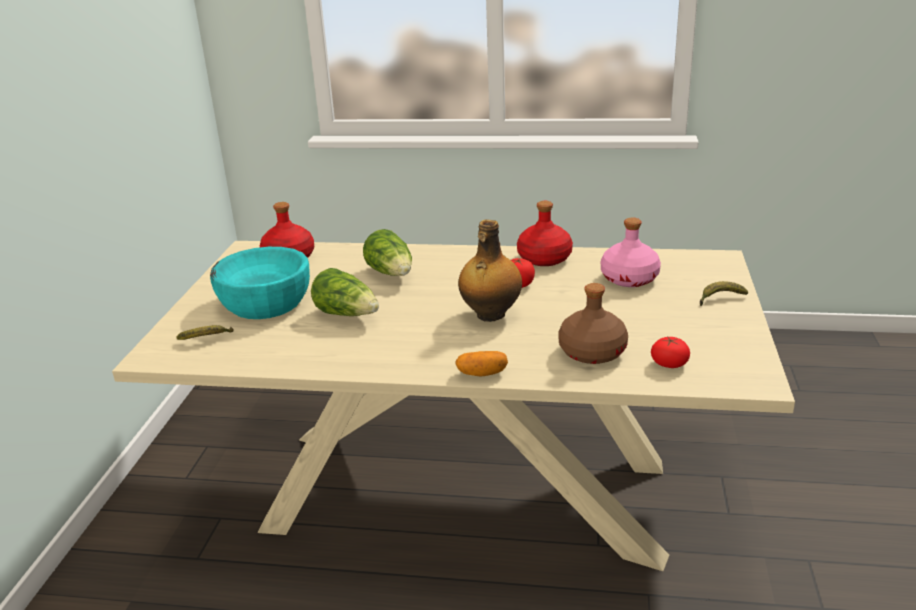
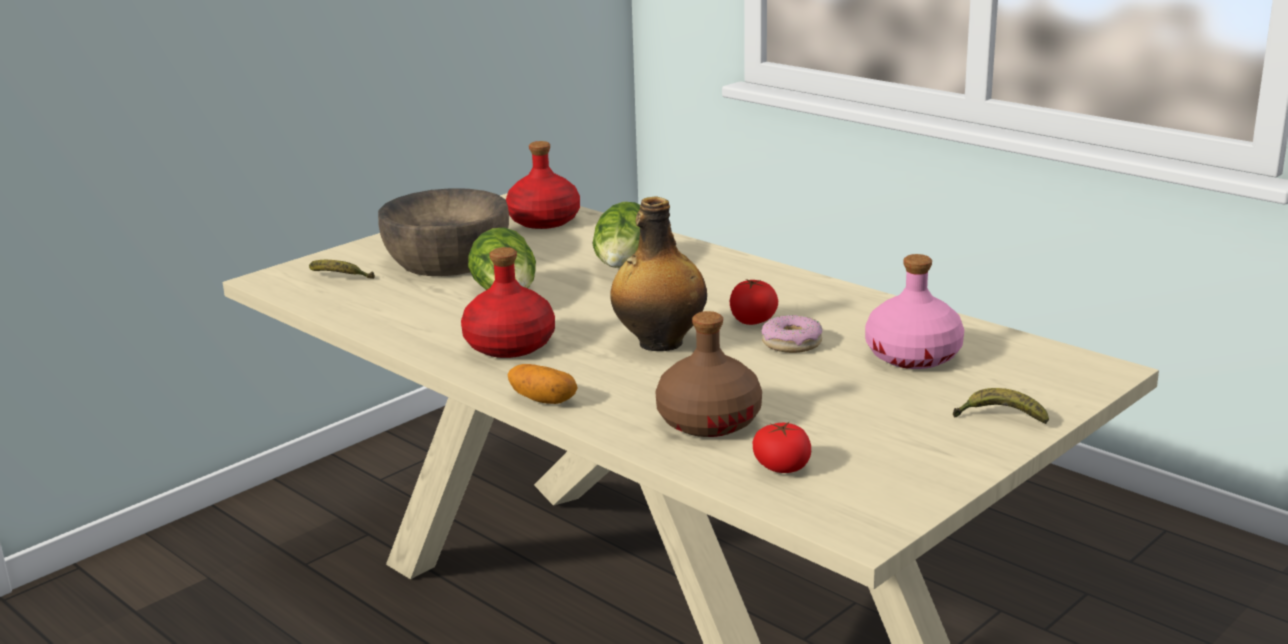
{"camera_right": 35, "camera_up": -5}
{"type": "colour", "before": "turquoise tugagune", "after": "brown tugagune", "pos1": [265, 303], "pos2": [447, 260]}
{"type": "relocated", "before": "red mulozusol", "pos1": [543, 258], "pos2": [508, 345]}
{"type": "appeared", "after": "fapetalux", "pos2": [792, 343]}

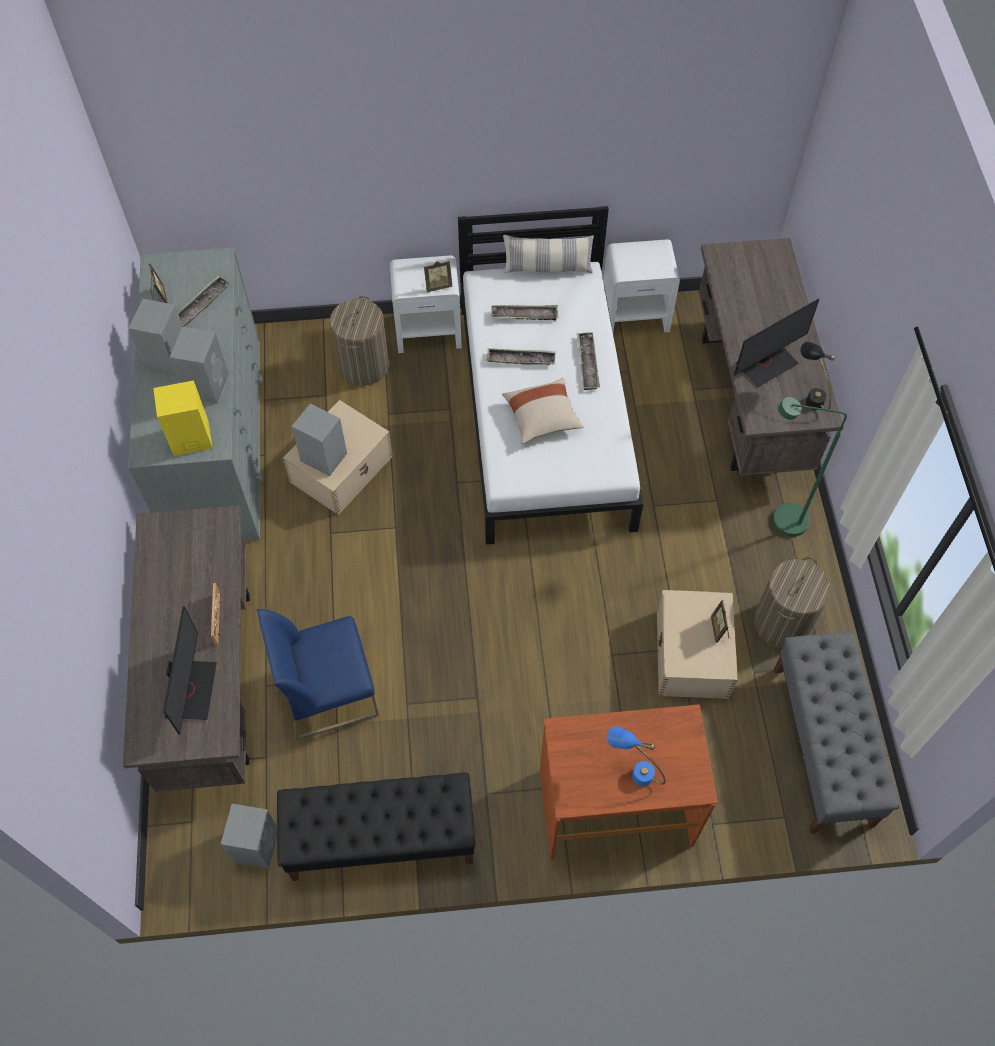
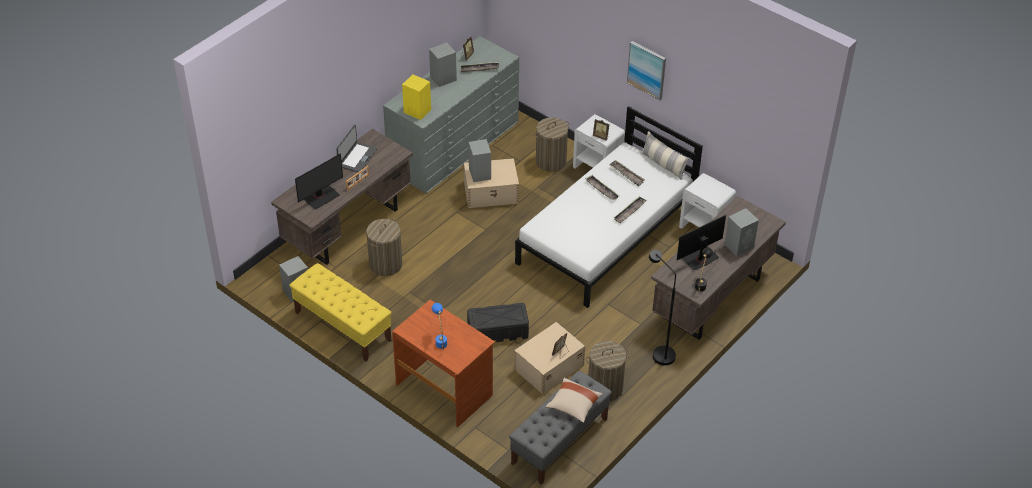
{"camera_right": 45, "camera_up": -15}
{"type": "colour", "before": "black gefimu", "after": "yellow gefimu", "pos1": [381, 839], "pos2": [342, 326]}
{"type": "appeared", "after": "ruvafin", "pos2": [357, 157]}
{"type": "exchanged", "before": "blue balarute", "after": "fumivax", "pos1": [328, 691], "pos2": [385, 264]}
{"type": "appeared", "after": "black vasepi", "pos2": [497, 331]}
{"type": "relocated", "before": "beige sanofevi", "pos1": [542, 418], "pos2": [573, 405]}
{"type": "appeared", "after": "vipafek", "pos2": [647, 70]}
{"type": "colour", "before": "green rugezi", "after": "black rugezi", "pos1": [779, 521], "pos2": [659, 352]}
{"type": "spun", "before": "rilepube", "pos1": [765, 363], "pos2": [699, 258], "turn": 135}
{"type": "relocated", "before": "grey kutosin", "pos1": [207, 384], "pos2": [739, 245]}

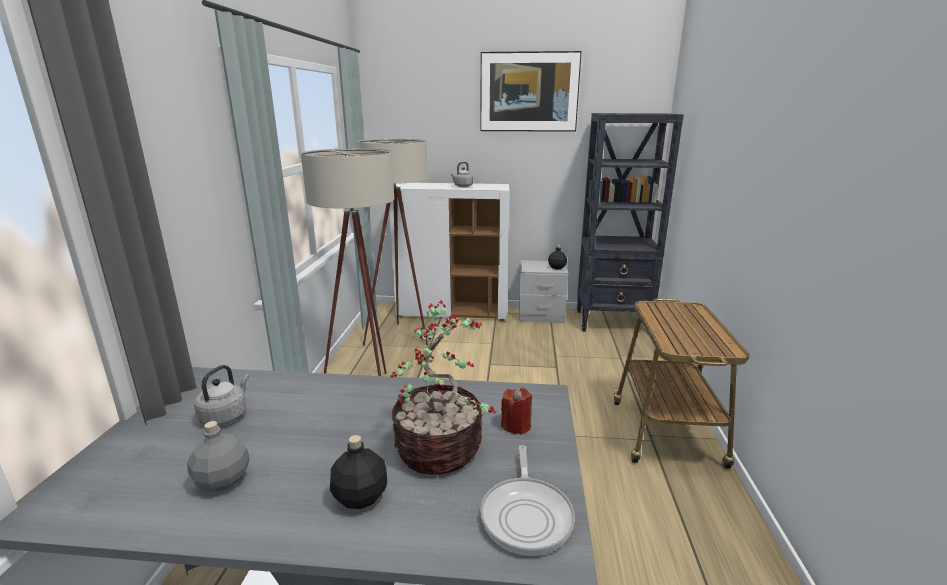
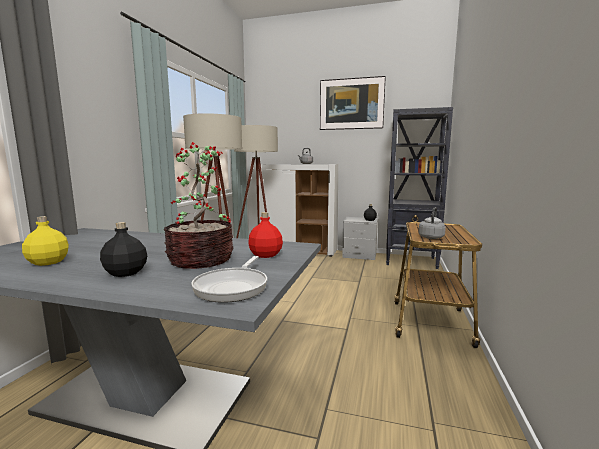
{"camera_right": 10, "camera_up": -10}
{"type": "colour", "before": "grey mulozusol", "after": "yellow mulozusol", "pos1": [222, 481], "pos2": [48, 262]}
{"type": "exchanged", "before": "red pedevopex", "after": "red mulozusol", "pos1": [516, 425], "pos2": [266, 255]}
{"type": "relocated", "before": "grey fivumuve", "pos1": [225, 415], "pos2": [431, 237]}

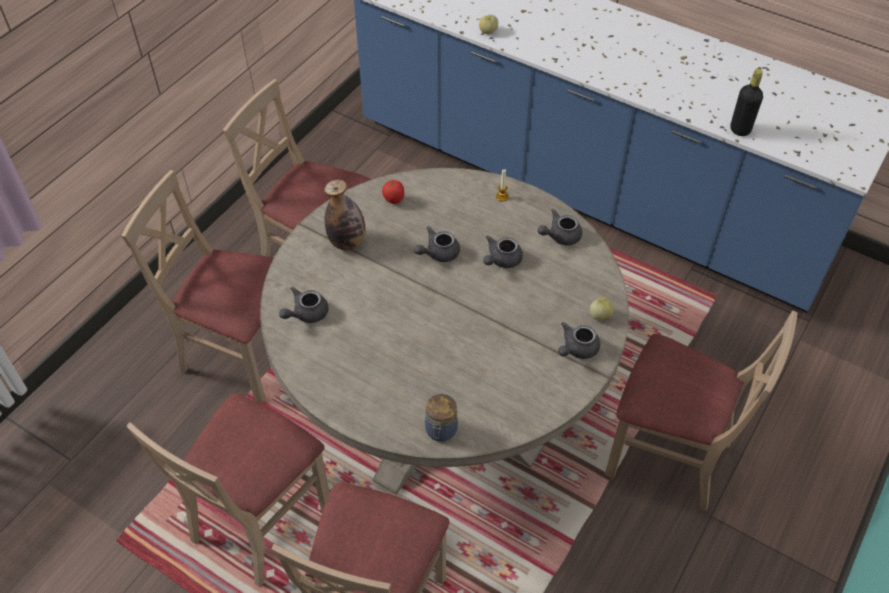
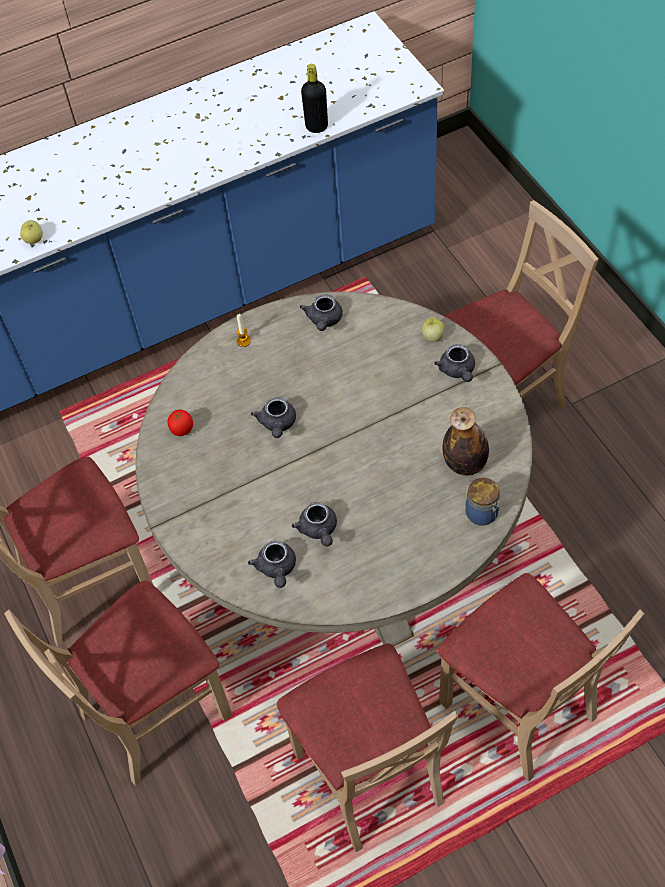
{"camera_right": -55, "camera_up": 5}
{"type": "relocated", "before": "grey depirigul", "pos1": [501, 260], "pos2": [319, 530]}
{"type": "relocated", "before": "mulozusol", "pos1": [347, 242], "pos2": [465, 463]}

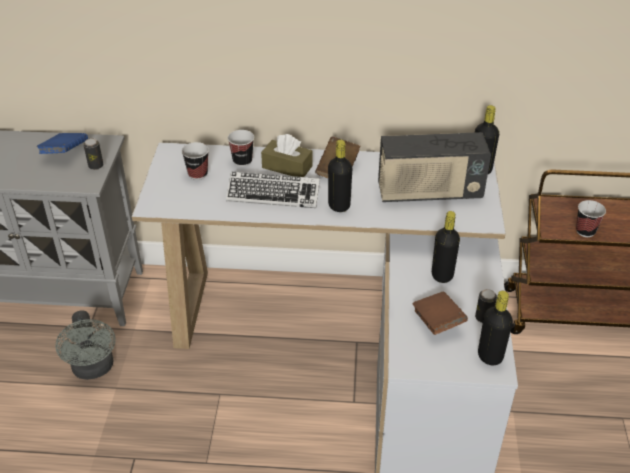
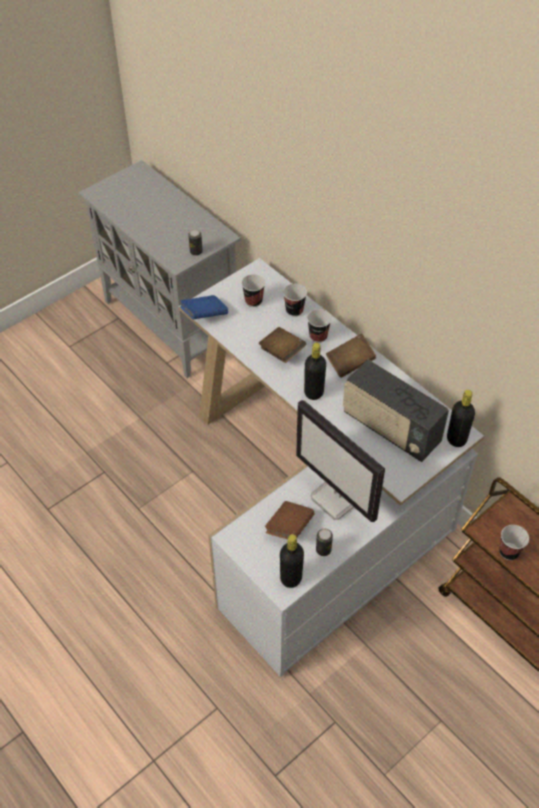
{"camera_right": 45, "camera_up": 10}
{"type": "relocated", "before": "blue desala", "pos1": [65, 153], "pos2": [204, 315]}
{"type": "exchanged", "before": "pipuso", "after": "brown desala", "pos1": [273, 194], "pos2": [282, 352]}
{"type": "exchanged", "before": "black mulozusol", "after": "rilepube", "pos1": [442, 275], "pos2": [337, 498]}
{"type": "exchanged", "before": "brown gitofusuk", "after": "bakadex", "pos1": [287, 167], "pos2": [318, 336]}
{"type": "missing", "before": "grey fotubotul", "pos1": [94, 369]}

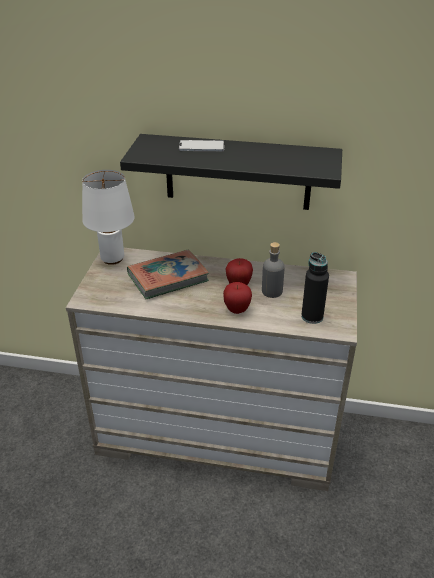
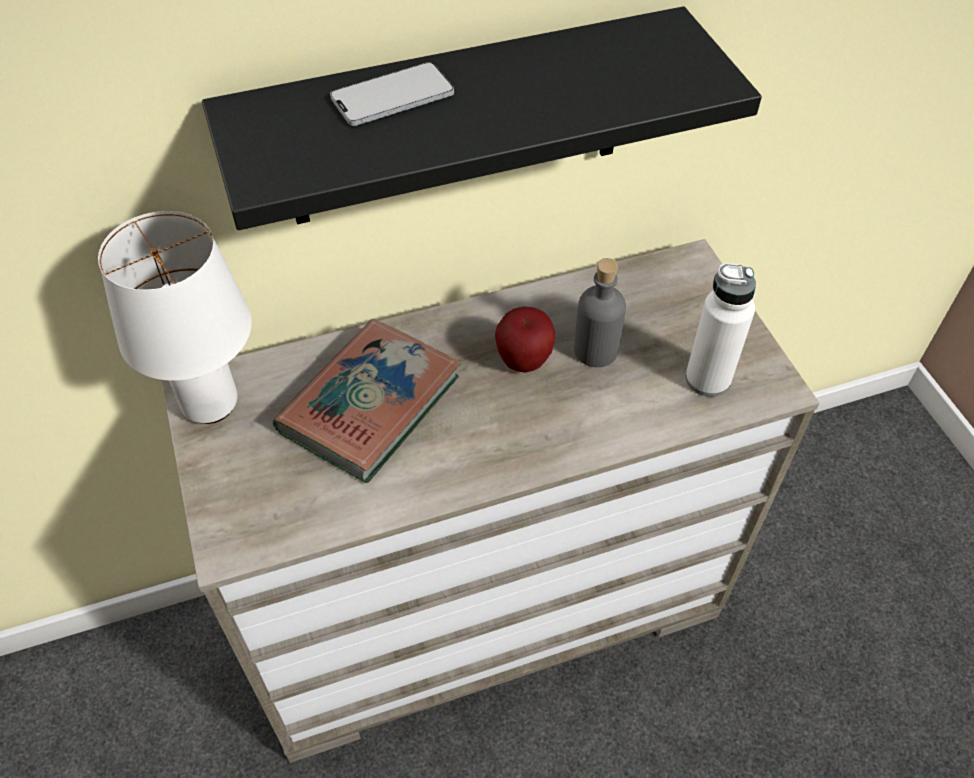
{"camera_right": -30, "camera_up": 15}
{"type": "colour", "before": "black mulozusol", "after": "white mulozusol", "pos1": [312, 317], "pos2": [707, 379]}
{"type": "missing", "before": "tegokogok", "pos1": [237, 310]}

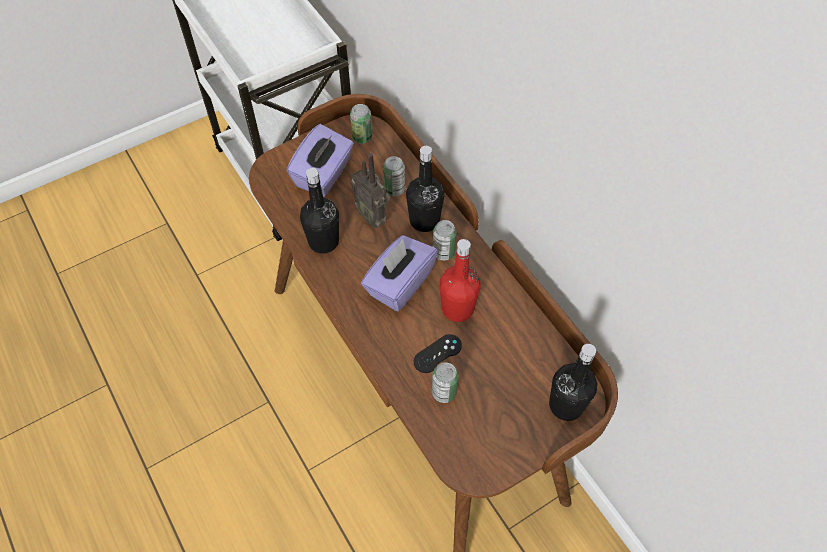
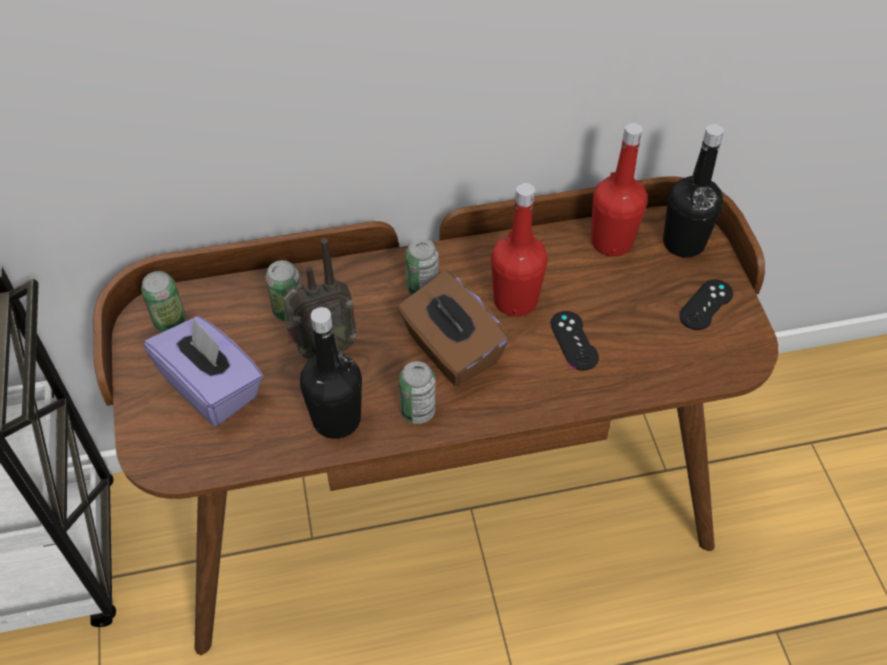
{"camera_right": -70, "camera_up": -5}
{"type": "colour", "before": "purple gitofusuk", "after": "brown gitofusuk", "pos1": [399, 284], "pos2": [451, 350]}
{"type": "relocated", "before": "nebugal", "pos1": [444, 392], "pos2": [418, 411]}
{"type": "appeared", "after": "red mulozusol", "pos2": [611, 242]}
{"type": "appeared", "after": "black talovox", "pos2": [706, 305]}
{"type": "missing", "before": "black mulozusol", "pos1": [424, 220]}

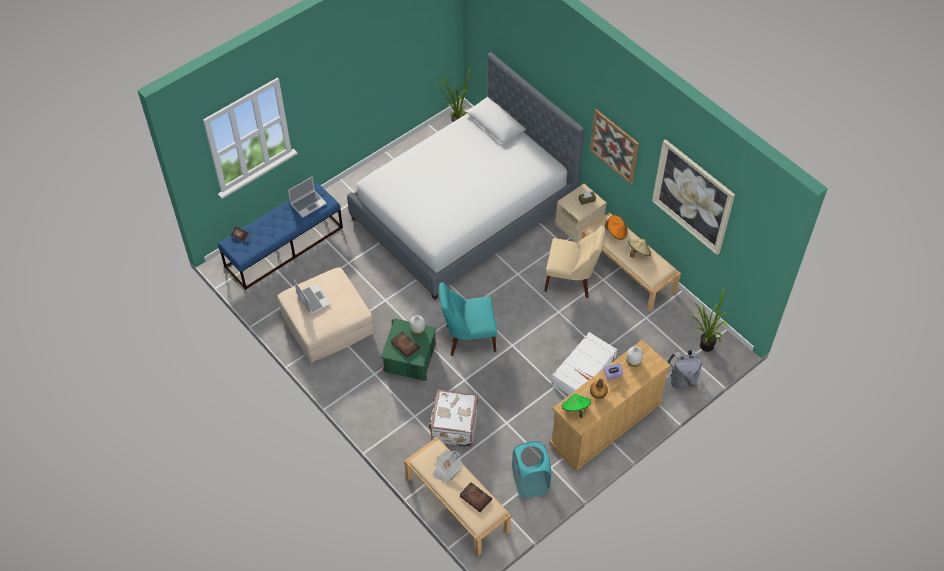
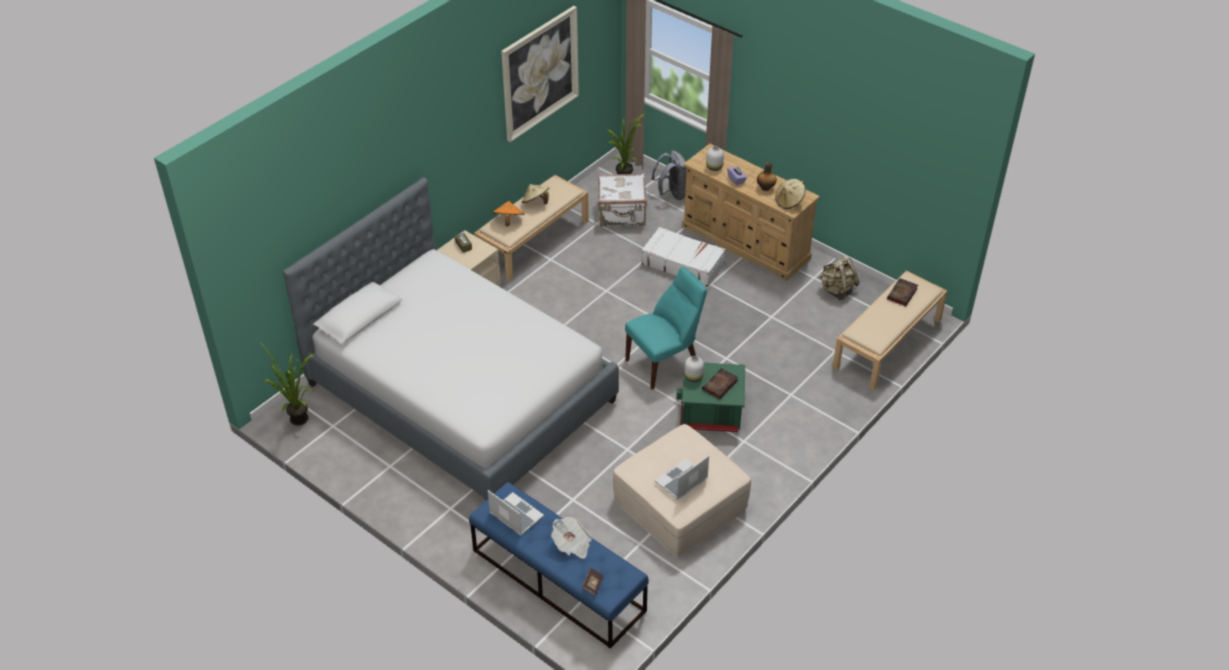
{"camera_right": -100, "camera_up": -10}
{"type": "relocated", "before": "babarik", "pos1": [446, 470], "pos2": [572, 545]}
{"type": "relocated", "before": "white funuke", "pos1": [453, 426], "pos2": [622, 214]}
{"type": "spun", "before": "turquoise balarute", "pos1": [468, 338], "pos2": [665, 362], "turn": -105}
{"type": "colour", "before": "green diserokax", "after": "beige diserokax", "pos1": [575, 409], "pos2": [789, 202]}
{"type": "exchanged", "before": "turquoise fumivax", "after": "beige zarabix", "pos1": [530, 481], "pos2": [837, 291]}
{"type": "missing", "before": "beige balarute", "pos1": [571, 281]}
{"type": "missing", "before": "vipafek", "pos1": [614, 146]}

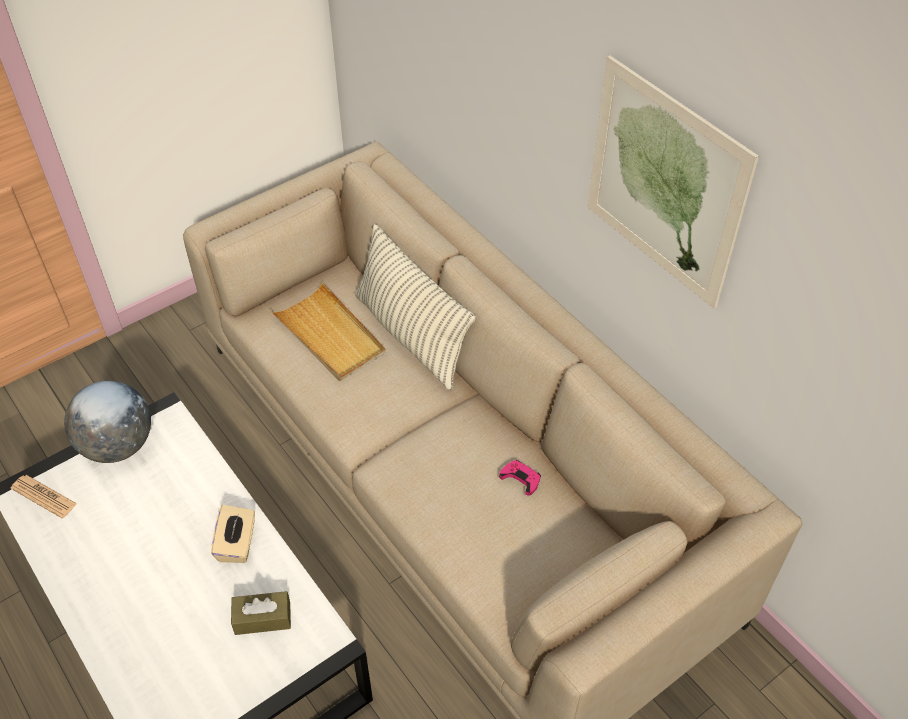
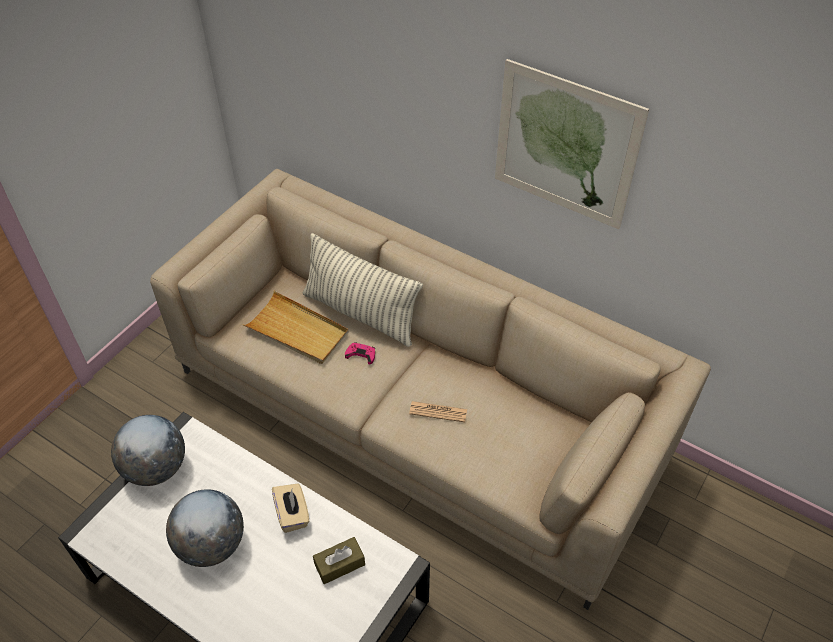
{"camera_right": -20, "camera_up": 0}
{"type": "appeared", "after": "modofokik", "pos2": [211, 544]}
{"type": "relocated", "before": "pink talovox", "pos1": [521, 479], "pos2": [361, 354]}
{"type": "relocated", "before": "babarik", "pos1": [44, 496], "pos2": [438, 412]}

